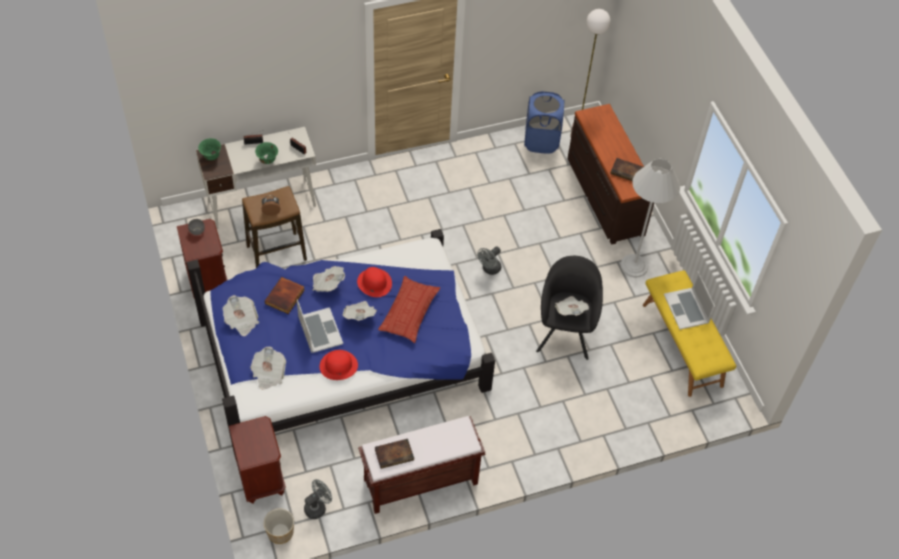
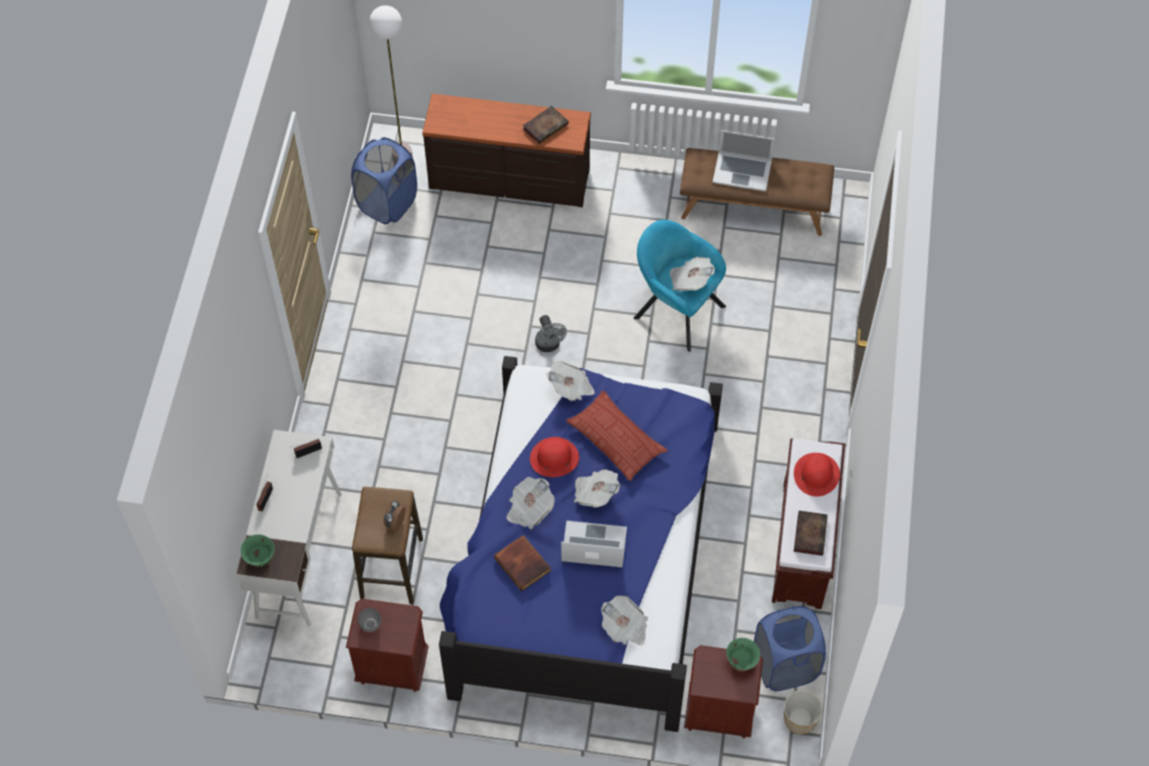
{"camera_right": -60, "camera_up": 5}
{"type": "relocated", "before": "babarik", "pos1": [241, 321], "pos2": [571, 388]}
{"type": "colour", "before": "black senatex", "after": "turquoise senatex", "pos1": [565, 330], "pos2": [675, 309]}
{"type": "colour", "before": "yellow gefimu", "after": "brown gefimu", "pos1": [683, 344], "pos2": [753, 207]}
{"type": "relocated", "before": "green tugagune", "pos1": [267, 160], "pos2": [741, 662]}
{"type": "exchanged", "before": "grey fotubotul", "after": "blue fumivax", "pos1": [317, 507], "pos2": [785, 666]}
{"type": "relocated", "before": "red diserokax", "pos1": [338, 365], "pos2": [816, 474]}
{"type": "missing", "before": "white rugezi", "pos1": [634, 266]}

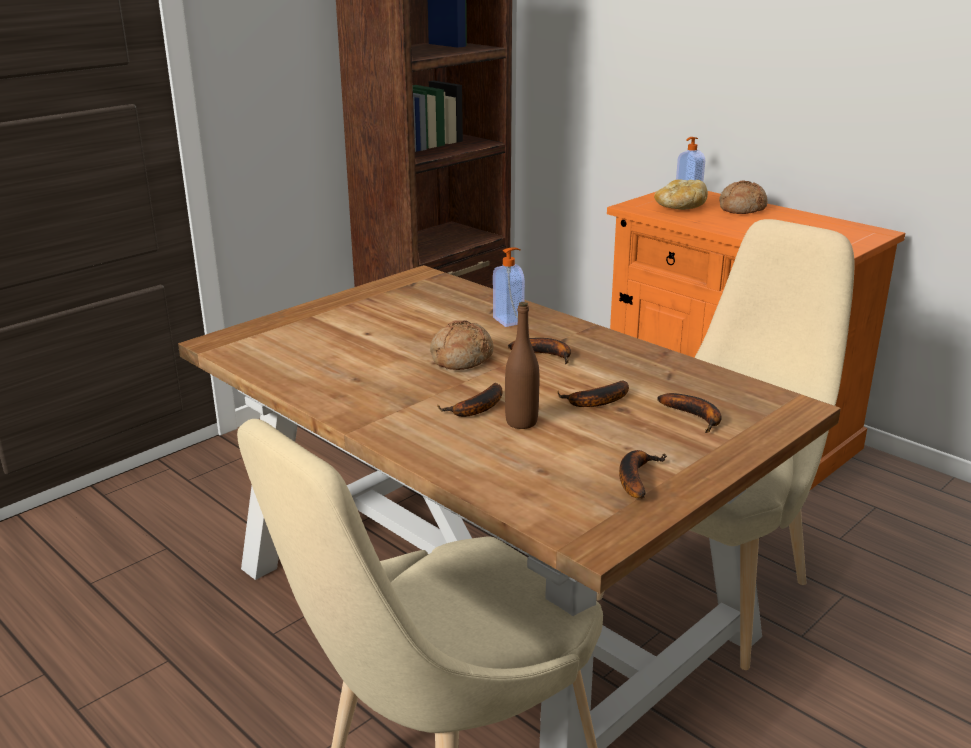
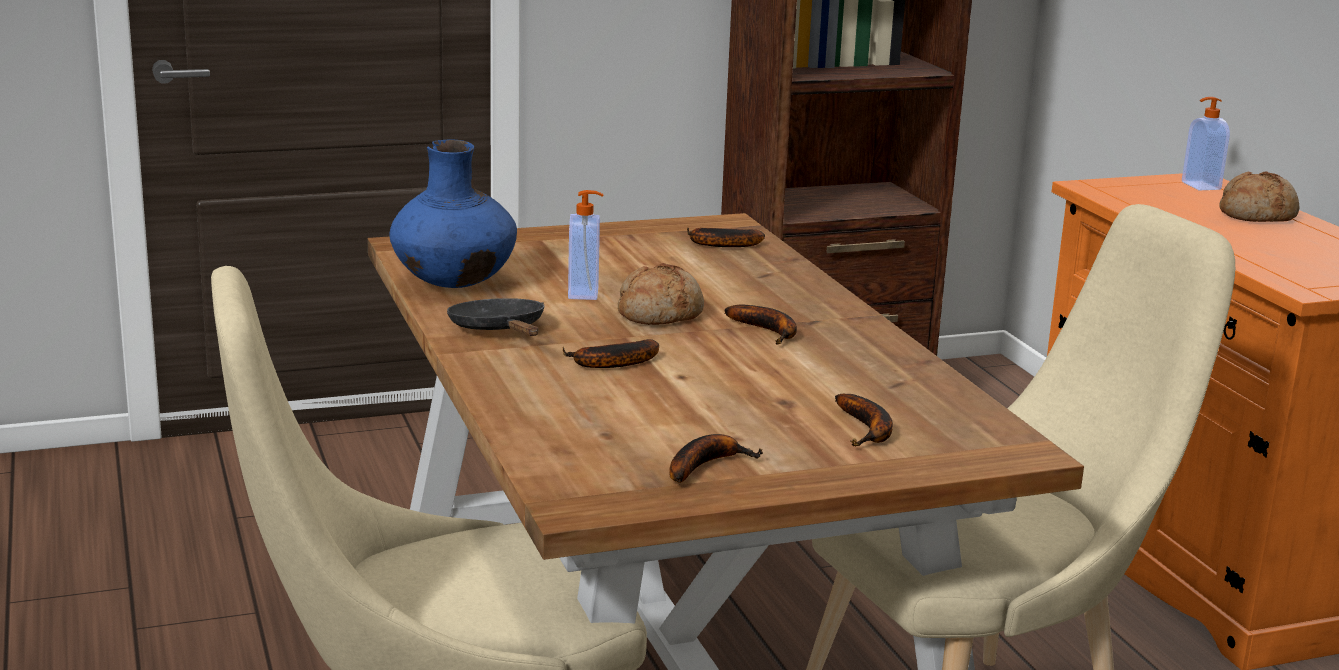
{"camera_right": 25, "camera_up": -5}
{"type": "appeared", "after": "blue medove", "pos2": [454, 283]}
{"type": "appeared", "after": "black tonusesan", "pos2": [500, 331]}
{"type": "relocated", "before": "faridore", "pos1": [509, 320], "pos2": [585, 293]}
{"type": "relocated", "before": "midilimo", "pos1": [595, 402], "pos2": [719, 244]}
{"type": "missing", "before": "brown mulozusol", "pos1": [521, 422]}
{"type": "missing", "before": "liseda", "pos1": [680, 208]}

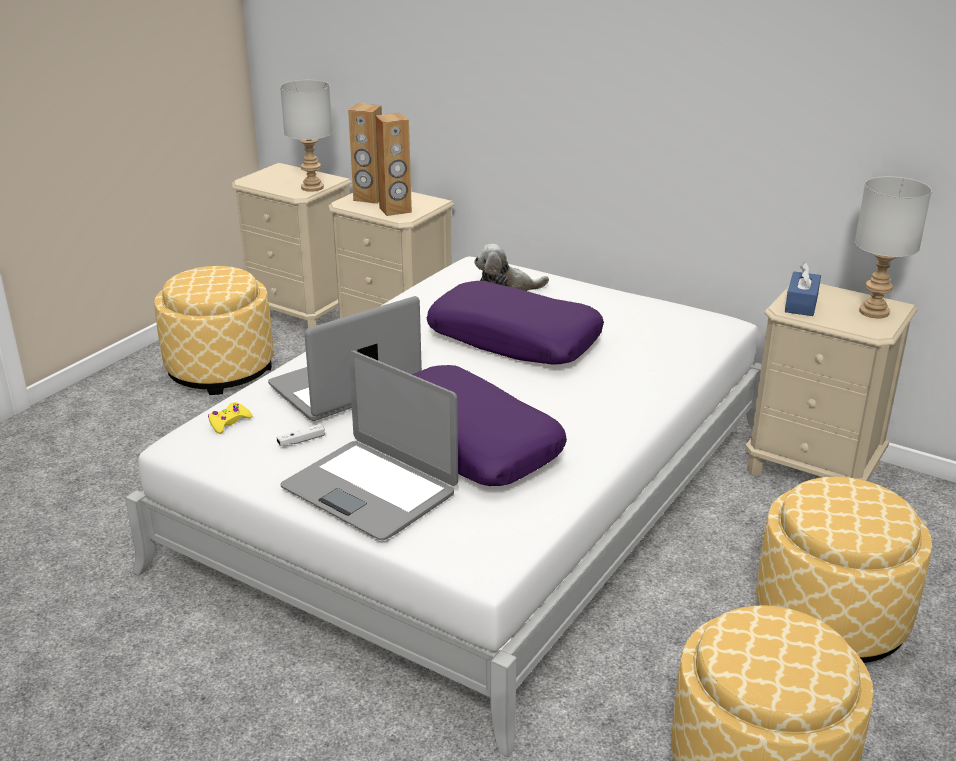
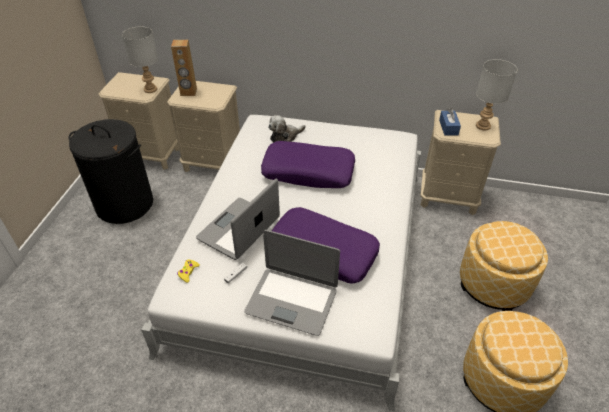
{"camera_right": -20, "camera_up": 15}
{"type": "exchanged", "before": "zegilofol", "after": "black fumivax", "pos1": [220, 369], "pos2": [125, 204]}
{"type": "missing", "before": "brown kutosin", "pos1": [395, 210]}

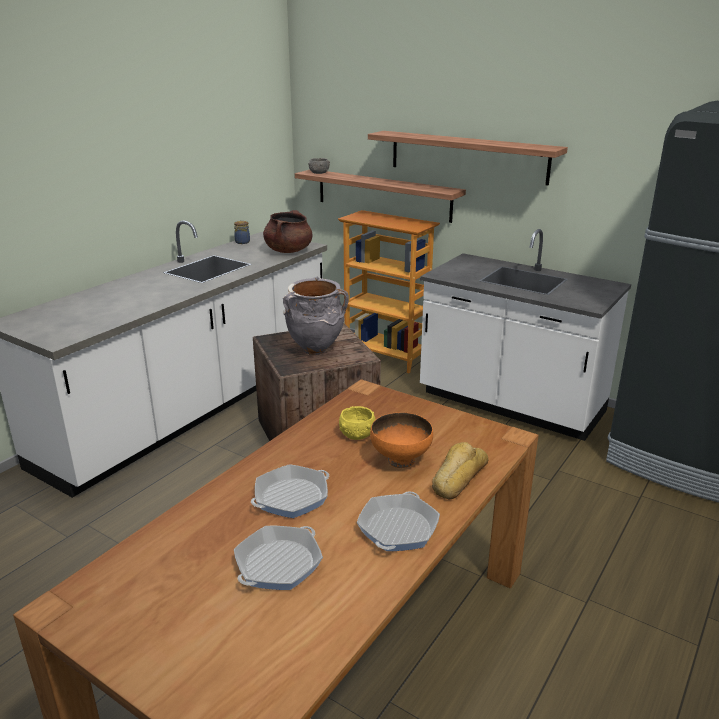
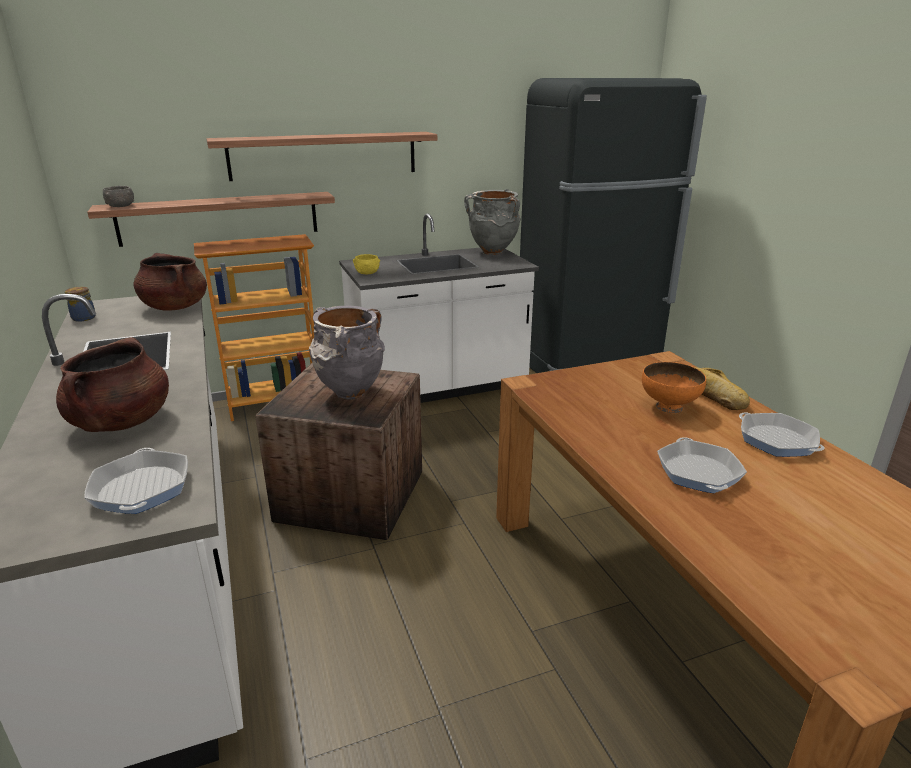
{"camera_right": -55, "camera_up": 0}
{"type": "appeared", "after": "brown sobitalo", "pos2": [122, 422]}
{"type": "relocated", "before": "tonusesan", "pos1": [278, 564], "pos2": [141, 489]}
{"type": "relocated", "before": "yellow tugagune", "pos1": [357, 434], "pos2": [367, 272]}
{"type": "appeared", "after": "grey medove", "pos2": [494, 252]}

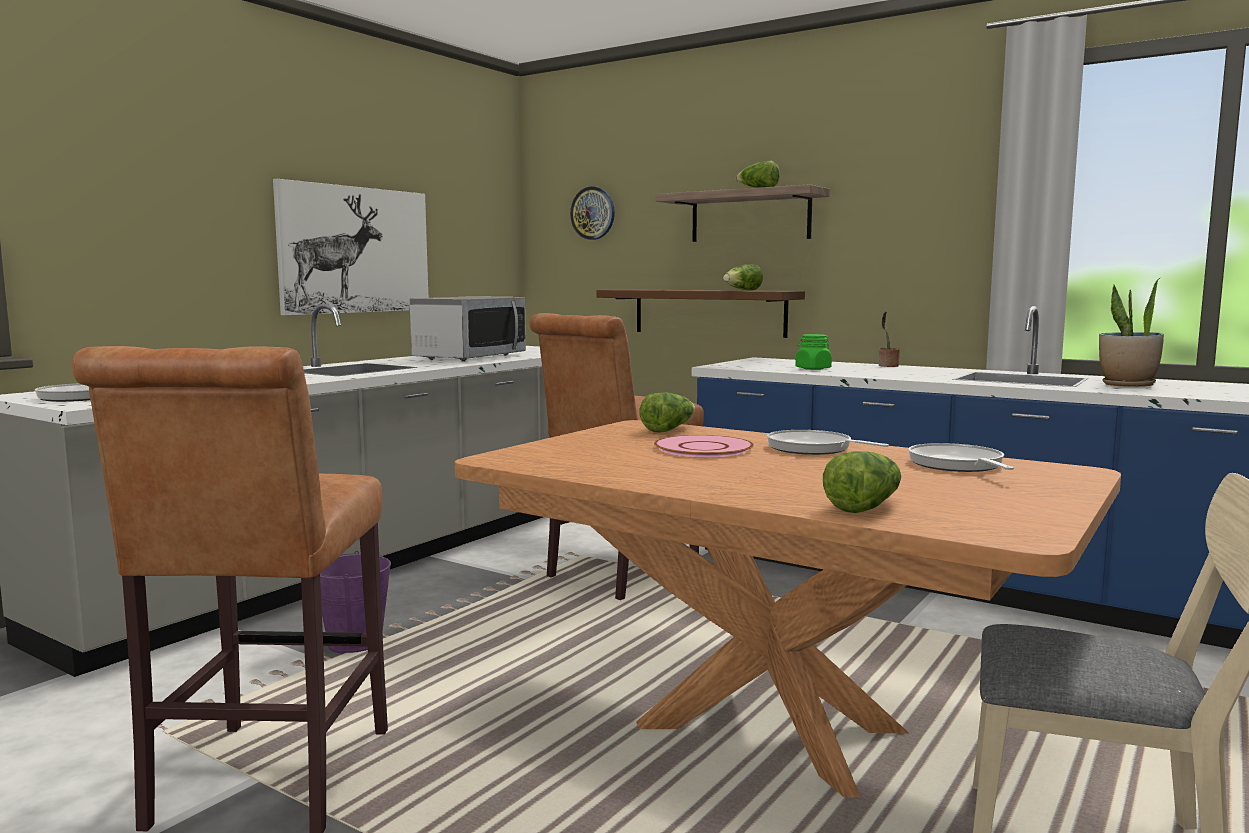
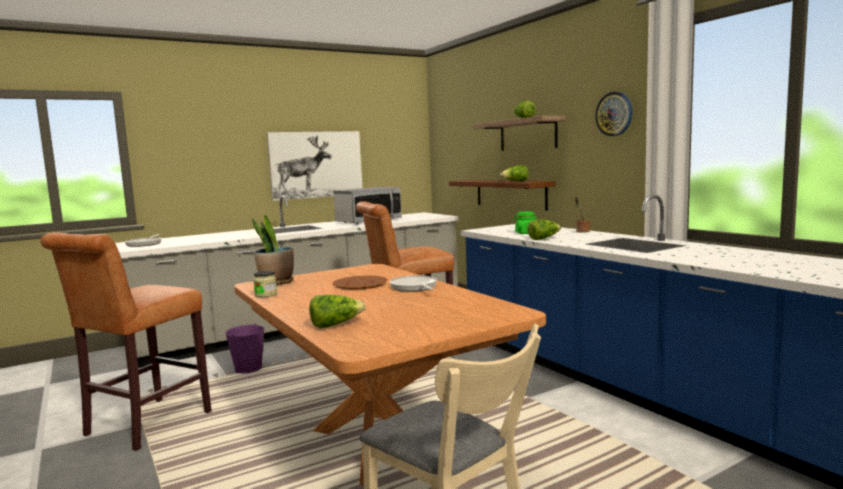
{"camera_right": 25, "camera_up": 0}
{"type": "relocated", "before": "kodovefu", "pos1": [1127, 385], "pos2": [276, 283]}
{"type": "appeared", "after": "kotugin", "pos2": [266, 295]}
{"type": "colour", "before": "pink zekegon", "after": "brown zekegon", "pos1": [703, 448], "pos2": [360, 283]}
{"type": "relocated", "before": "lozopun", "pos1": [668, 429], "pos2": [543, 238]}
{"type": "relocated", "before": "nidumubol", "pos1": [593, 213], "pos2": [614, 114]}
{"type": "missing", "before": "tonusesan", "pos1": [958, 465]}

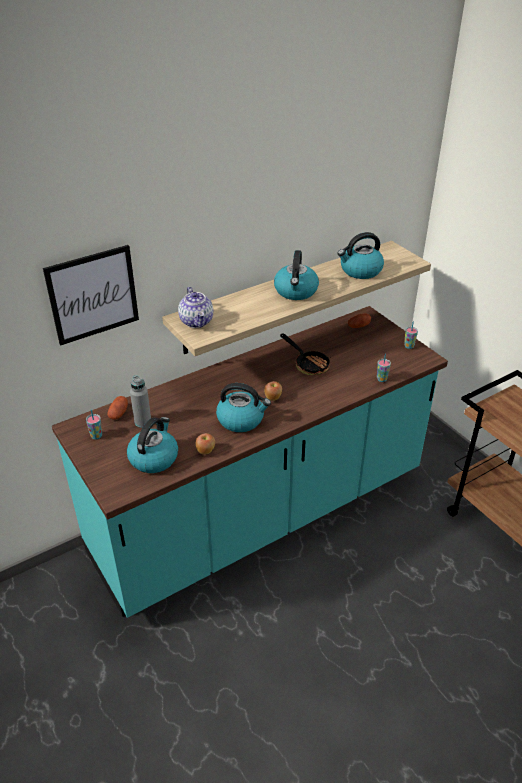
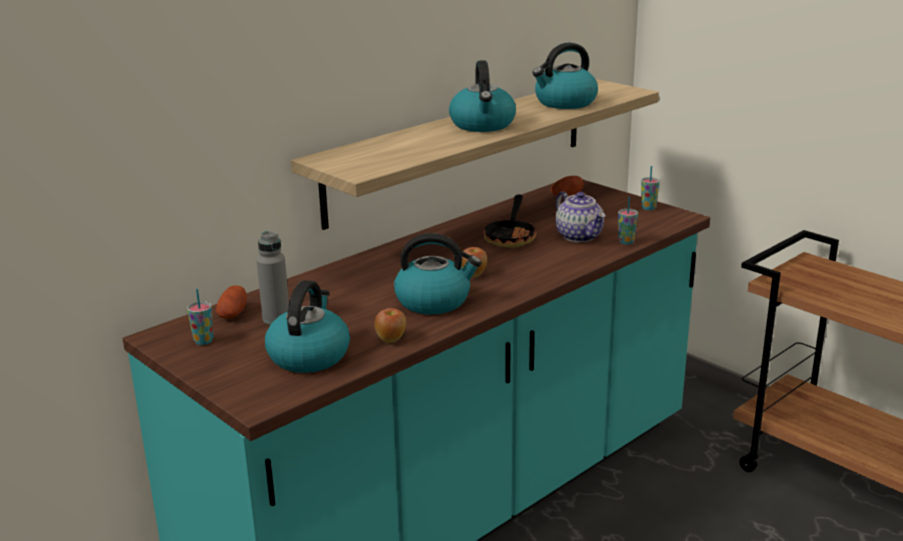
{"camera_right": -10, "camera_up": -15}
{"type": "spun", "before": "tonusesan", "pos1": [308, 364], "pos2": [511, 237], "turn": 60}
{"type": "relocated", "before": "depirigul", "pos1": [197, 321], "pos2": [580, 236]}
{"type": "missing", "before": "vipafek", "pos1": [93, 295]}

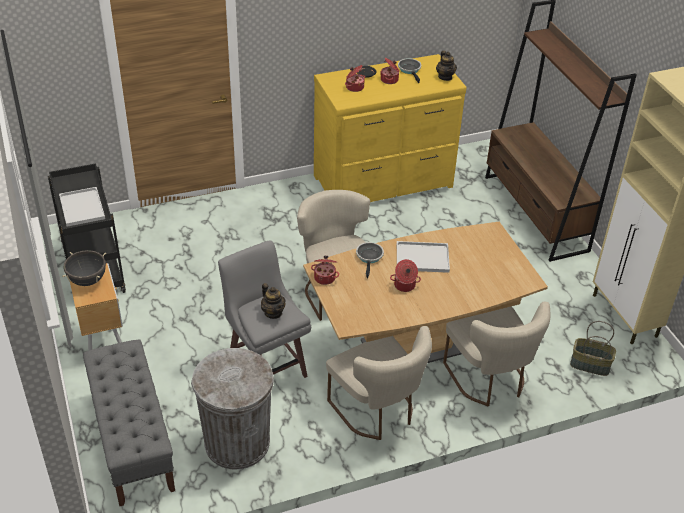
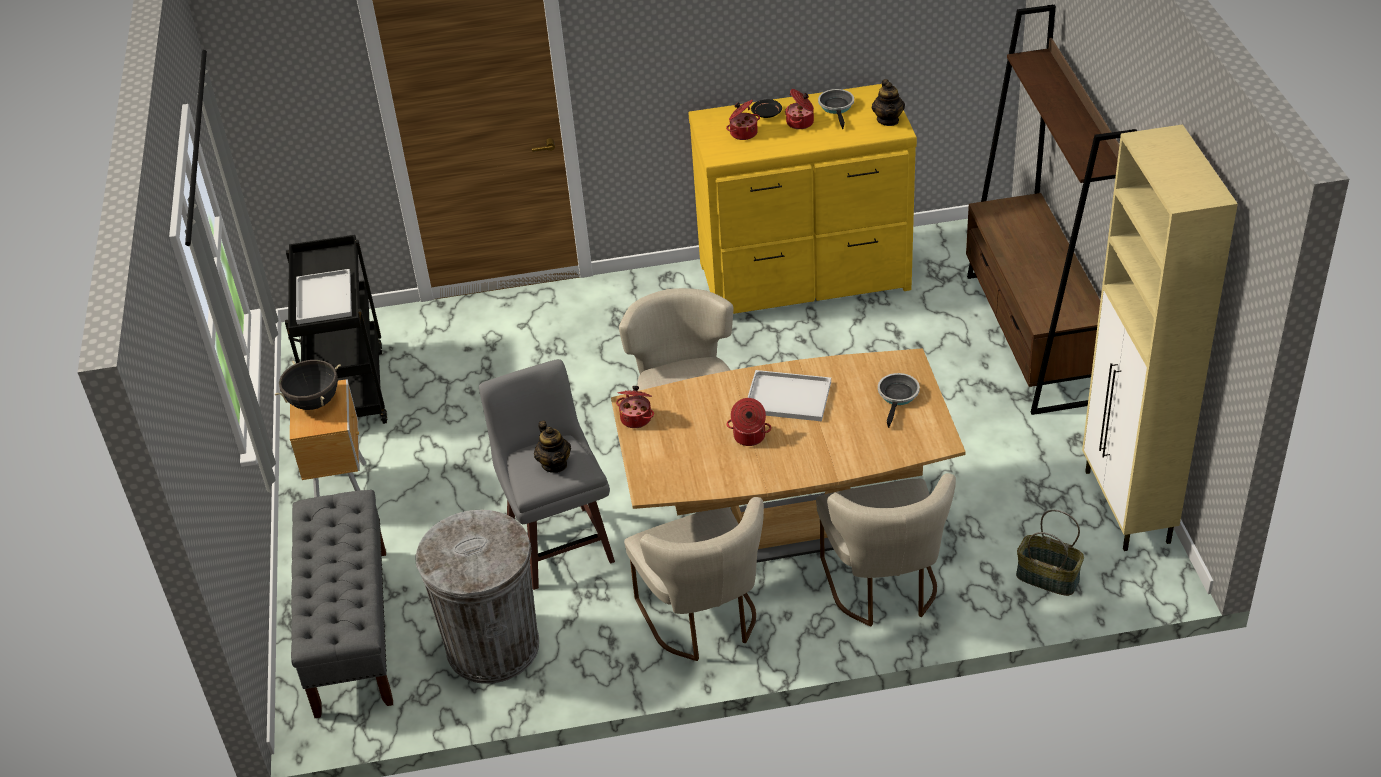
{"camera_right": 15, "camera_up": 0}
{"type": "relocated", "before": "tonusesan", "pos1": [369, 257], "pos2": [898, 397]}

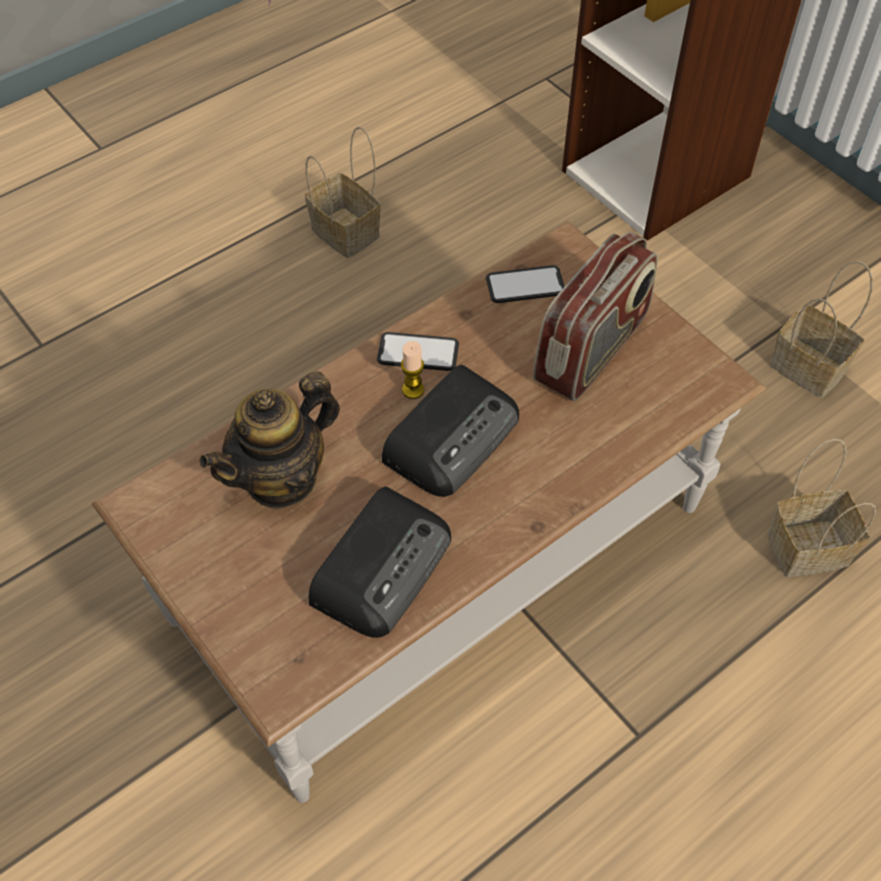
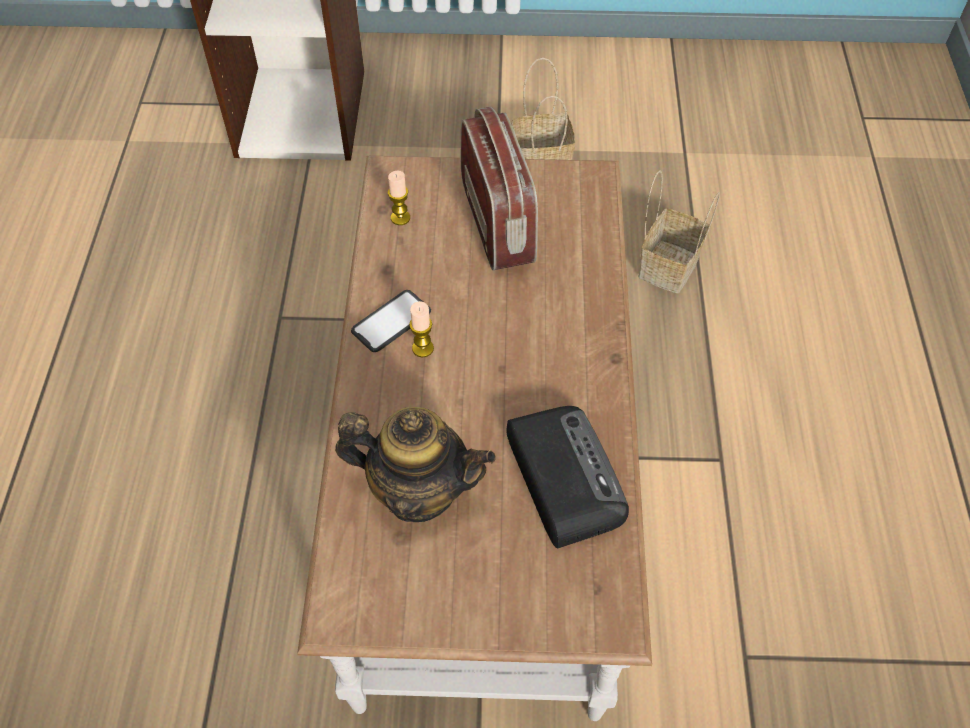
{"camera_right": -50, "camera_up": 0}
{"type": "spun", "before": "depirigul", "pos1": [282, 478], "pos2": [418, 490], "turn": -75}
{"type": "exchanged", "before": "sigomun", "after": "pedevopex", "pos1": [525, 285], "pos2": [400, 218]}
{"type": "missing", "before": "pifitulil", "pos1": [348, 233]}
{"type": "missing", "before": "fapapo", "pos1": [453, 436]}

